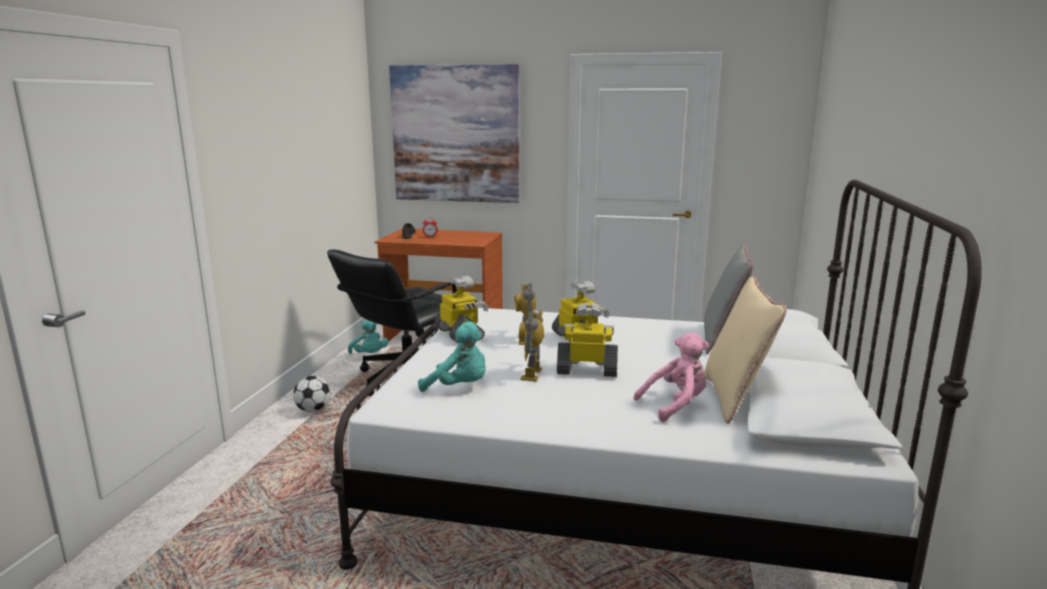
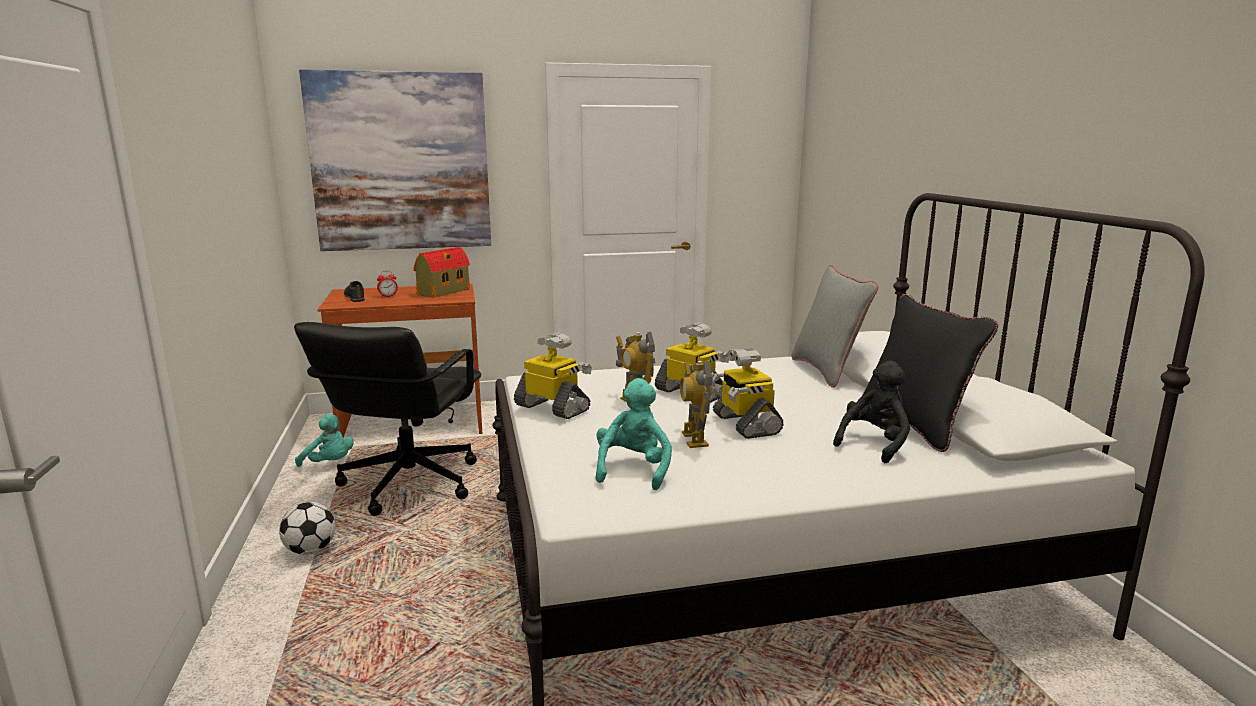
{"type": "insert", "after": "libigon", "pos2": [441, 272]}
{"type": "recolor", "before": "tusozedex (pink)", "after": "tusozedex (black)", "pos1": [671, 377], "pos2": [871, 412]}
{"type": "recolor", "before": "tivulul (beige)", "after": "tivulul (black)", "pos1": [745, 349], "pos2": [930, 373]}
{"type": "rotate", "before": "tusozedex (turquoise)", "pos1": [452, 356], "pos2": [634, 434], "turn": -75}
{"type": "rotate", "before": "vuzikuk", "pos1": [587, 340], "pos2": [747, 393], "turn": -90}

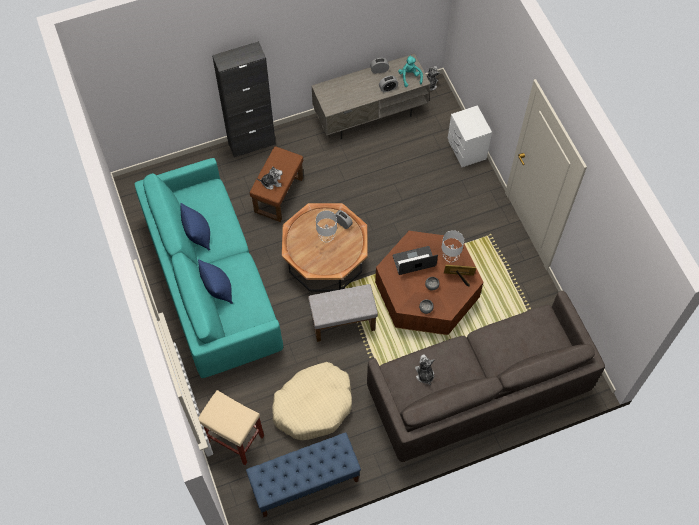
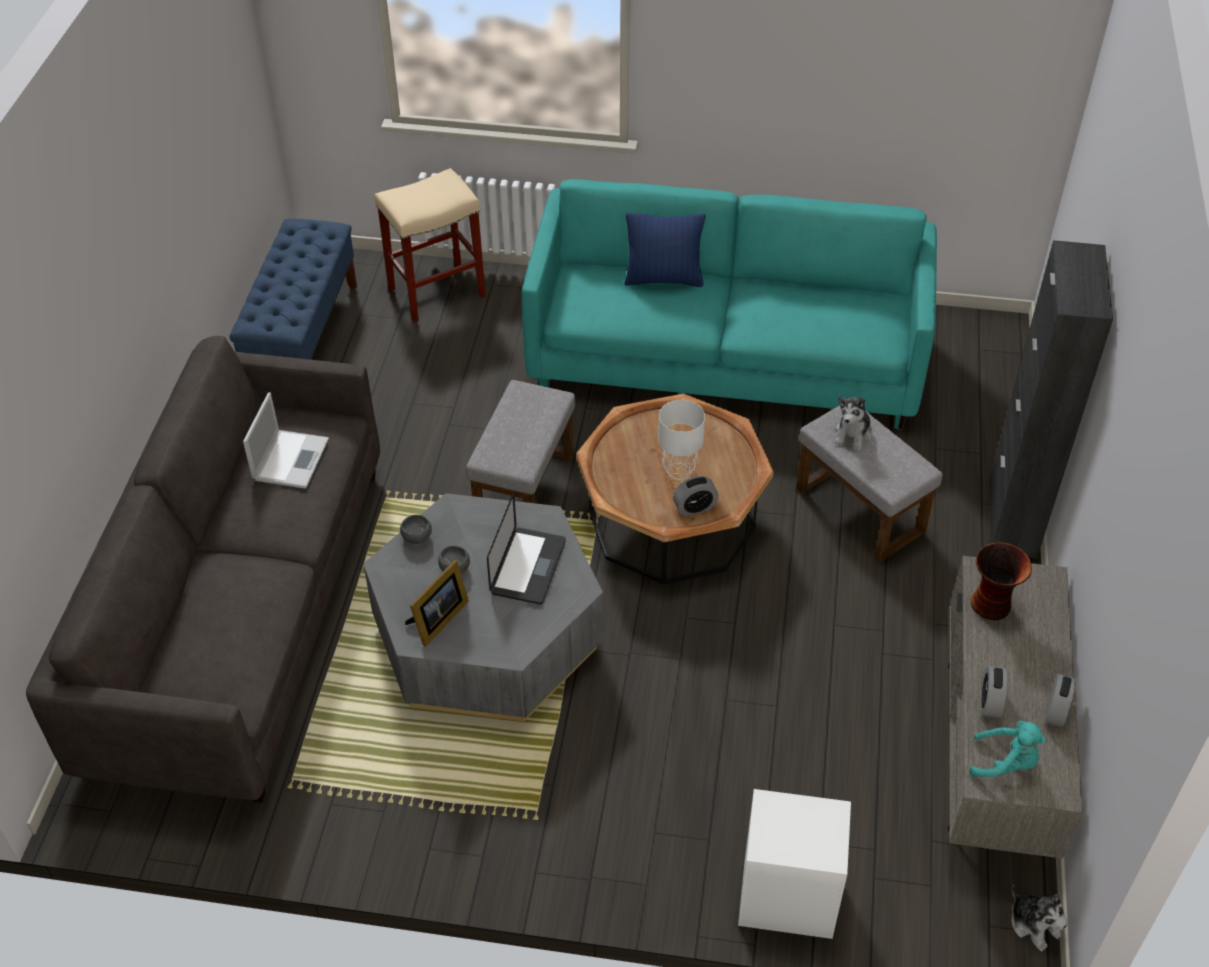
{"type": "delete", "before": "tivulul (blue)", "pos1": [195, 226]}
{"type": "delete", "before": "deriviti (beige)", "pos1": [312, 401]}
{"type": "delete", "before": "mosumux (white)", "pos1": [453, 246]}
{"type": "insert", "after": "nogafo", "pos2": [1001, 582]}
{"type": "replace", "before": "tusozedex", "after": "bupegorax", "pos1": [425, 369], "pos2": [286, 440]}
{"type": "recolor", "before": "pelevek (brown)", "after": "pelevek (grey)", "pos1": [276, 184], "pos2": [869, 483]}
{"type": "recolor", "before": "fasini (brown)", "after": "fasini (grey)", "pos1": [429, 283], "pos2": [483, 607]}

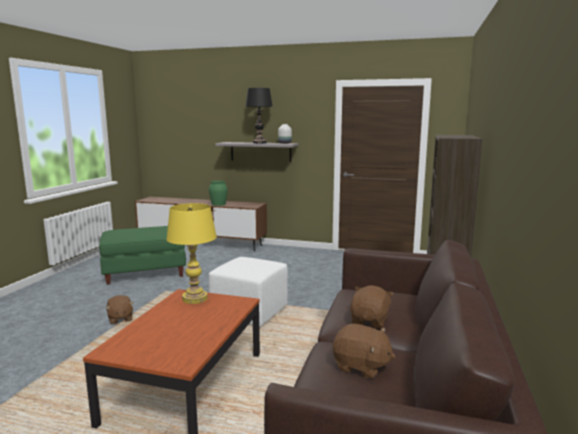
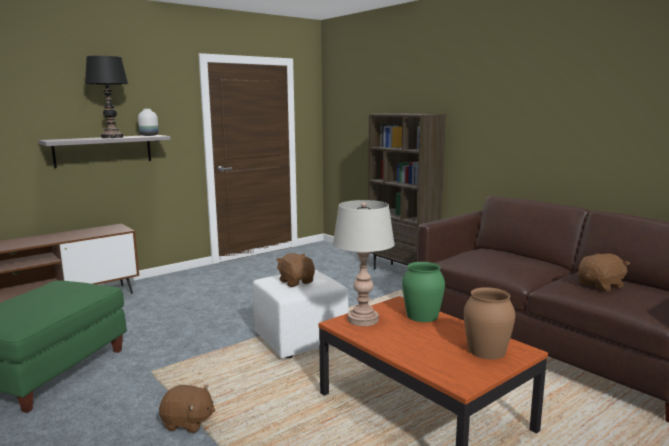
{"type": "insert", "after": "nogafo (brown)", "pos2": [489, 323]}
{"type": "move", "before": "nogafo (green)", "pos1": [218, 193], "pos2": [423, 292]}
{"type": "move", "before": "tusozedex (brown)", "pos1": [372, 307], "pos2": [295, 270]}
{"type": "recolor", "before": "mosumux (yellow)", "after": "mosumux (grey)", "pos1": [191, 253], "pos2": [364, 263]}

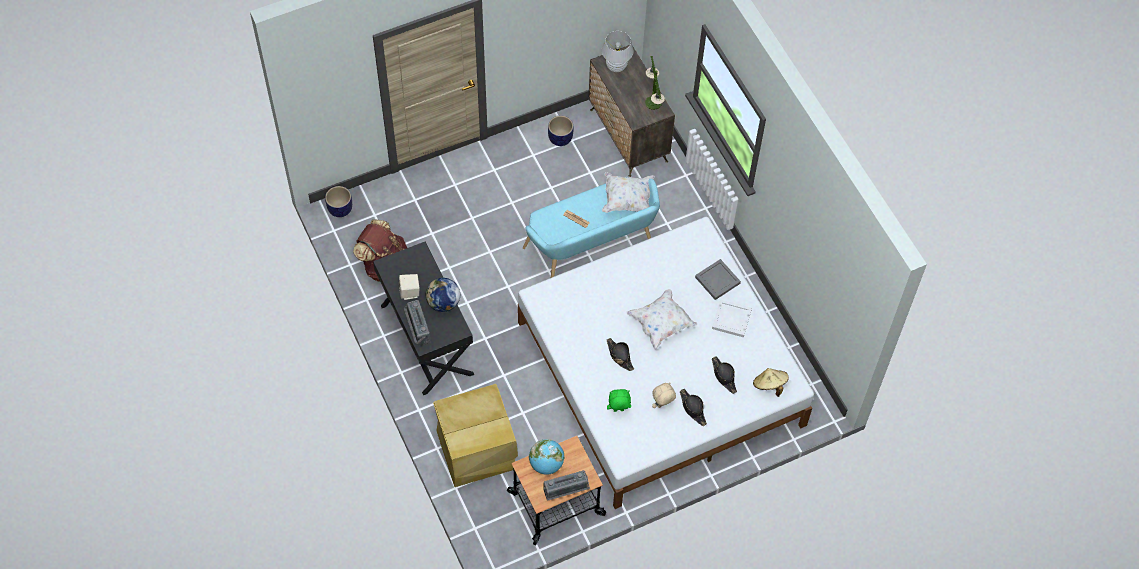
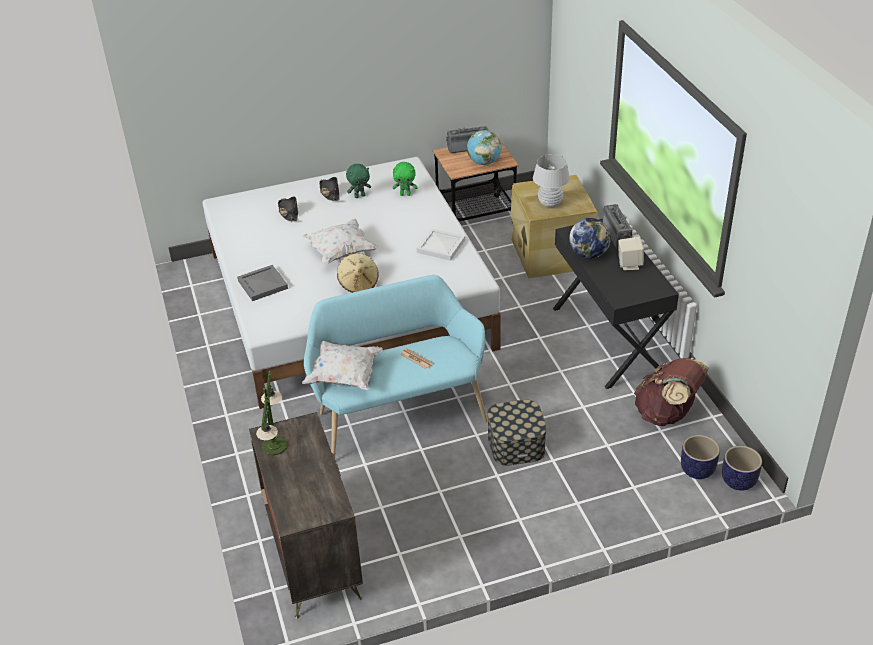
{"type": "delete", "before": "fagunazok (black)", "pos1": [620, 354]}
{"type": "insert", "after": "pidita", "pos2": [517, 433]}
{"type": "move", "before": "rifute", "pos1": [561, 131], "pos2": [700, 457]}
{"type": "move", "before": "mosumux (white)", "pos1": [617, 51], "pos2": [551, 180]}
{"type": "move", "before": "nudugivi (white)", "pos1": [732, 318], "pos2": [440, 244]}
{"type": "move", "before": "fagunazok (beige)", "pos1": [771, 382], "pos2": [358, 273]}
{"type": "recolor", "before": "tusozedex (beige)", "after": "tusozedex (green)", "pos1": [664, 395], "pos2": [358, 181]}

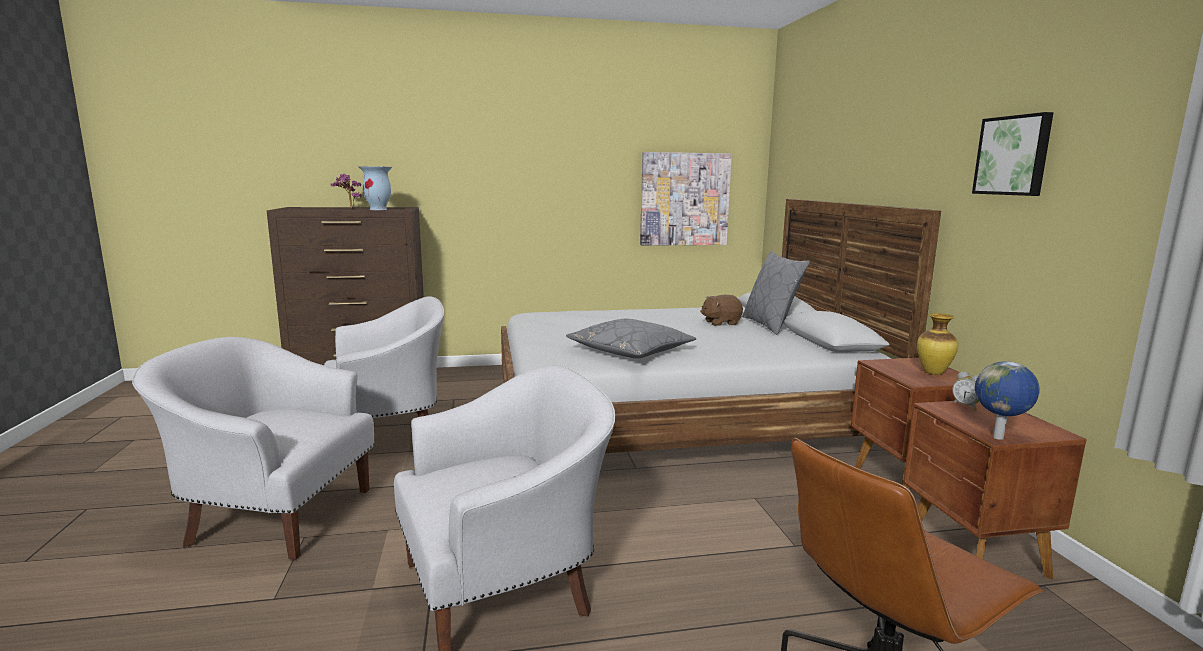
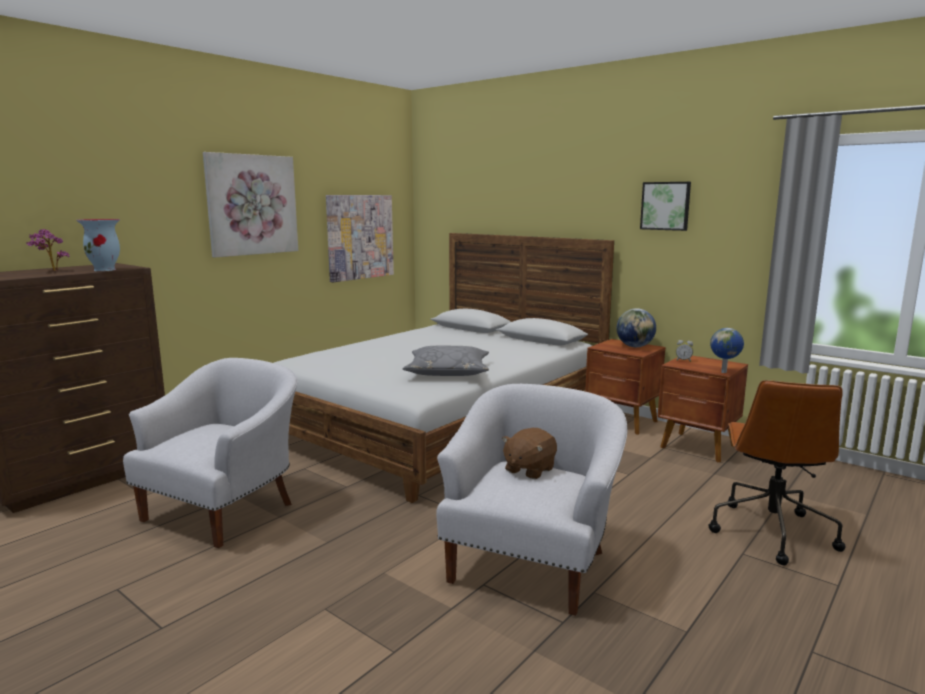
{"type": "delete", "before": "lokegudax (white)", "pos1": [253, 448]}
{"type": "delete", "before": "tivulul (grey)", "pos1": [776, 293]}
{"type": "insert", "after": "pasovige", "pos2": [250, 204]}
{"type": "move", "before": "tusozedex (brown)", "pos1": [721, 310], "pos2": [529, 453]}
{"type": "replace", "before": "nogafo", "after": "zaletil", "pos1": [937, 344], "pos2": [636, 327]}

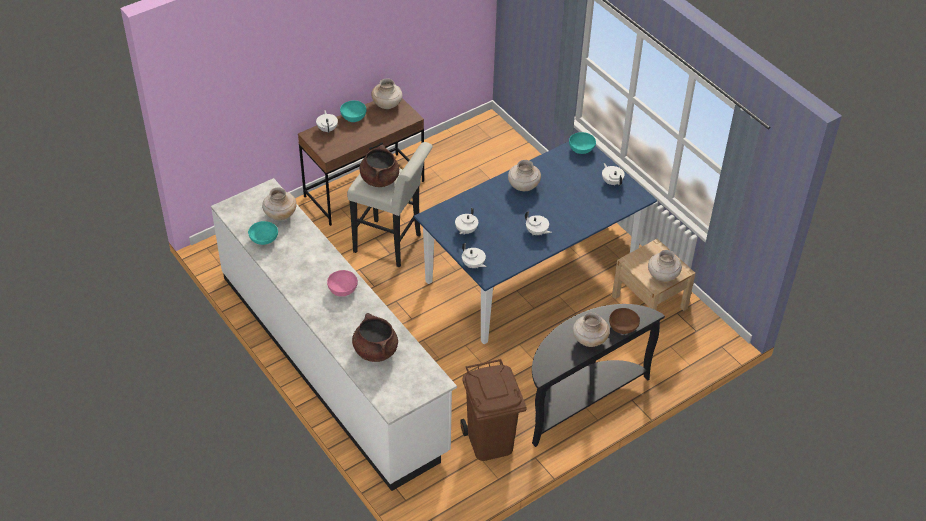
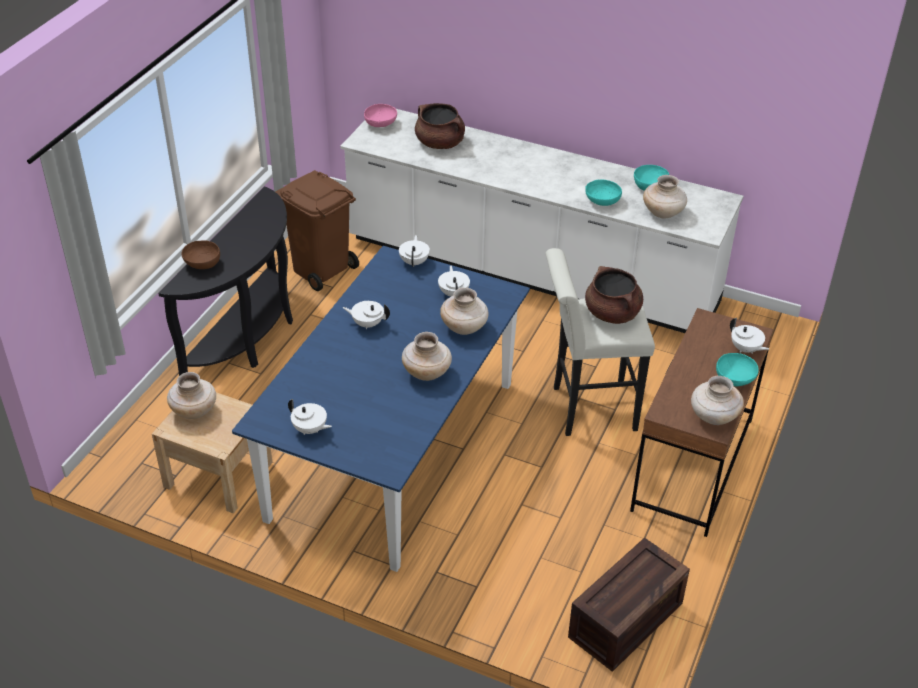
{"type": "insert", "after": "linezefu", "pos2": [629, 605]}
{"type": "move", "before": "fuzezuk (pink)", "pos1": [342, 283], "pos2": [380, 115]}
{"type": "move", "before": "fuzezuk (turquoise)", "pos1": [582, 143], "pos2": [603, 193]}
{"type": "move", "before": "nogafo (beige)", "pos1": [591, 329], "pos2": [464, 311]}
{"type": "rotate", "before": "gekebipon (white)", "pos1": [474, 256], "pos2": [414, 251], "turn": 75}

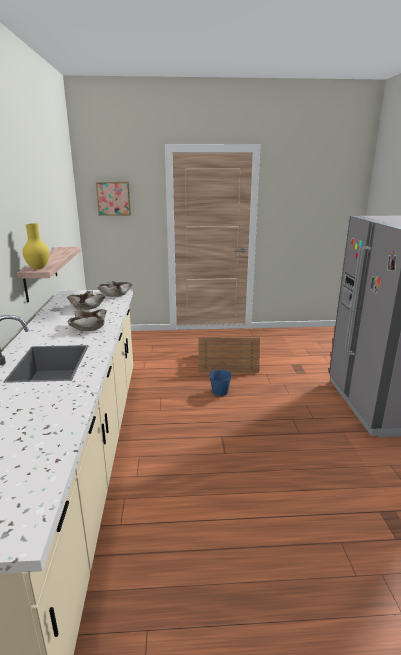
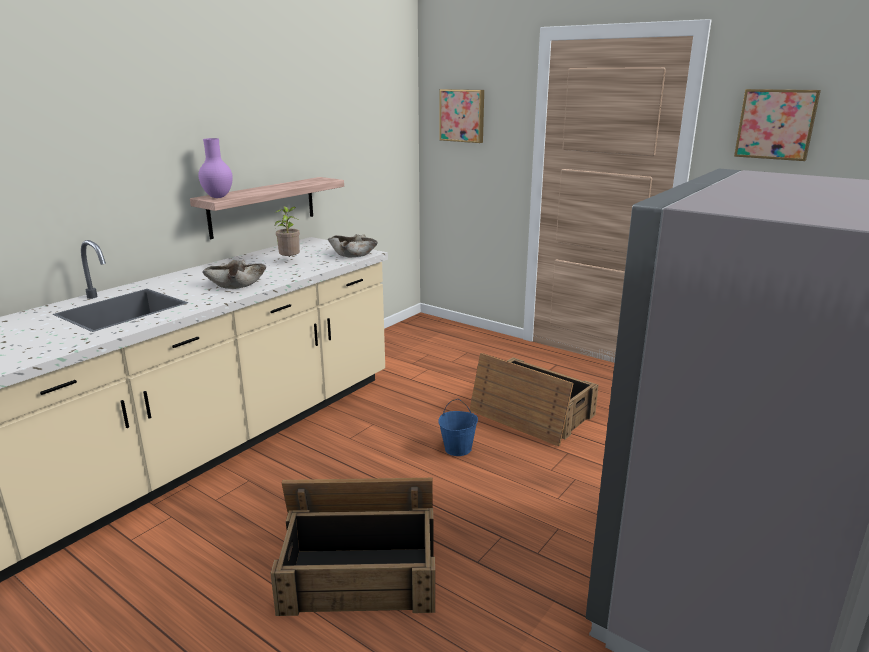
{"type": "insert", "after": "linezefu", "pos2": [352, 547]}
{"type": "insert", "after": "pasovige", "pos2": [777, 125]}
{"type": "replace", "before": "fuzezuk (beige)", "after": "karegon", "pos1": [86, 300], "pos2": [287, 231]}
{"type": "recolor", "before": "nogafo (yellow)", "after": "nogafo (purple)", "pos1": [35, 246], "pos2": [215, 168]}

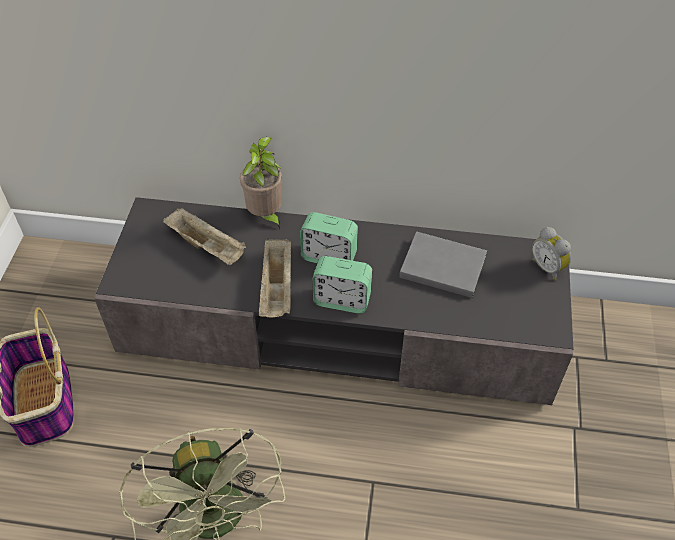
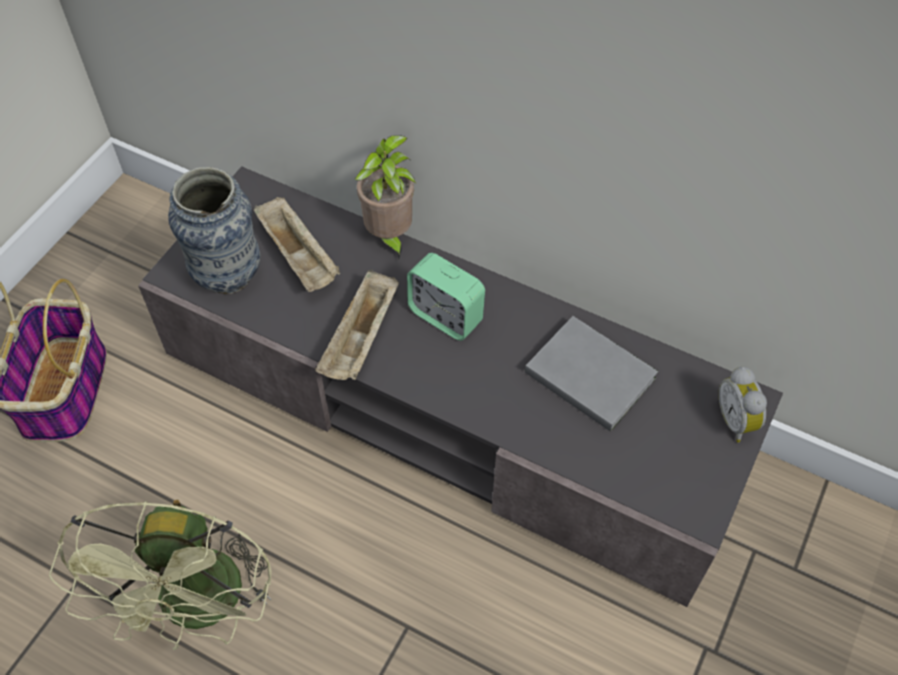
{"type": "delete", "before": "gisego", "pos1": [342, 285]}
{"type": "insert", "after": "nogafo", "pos2": [214, 230]}

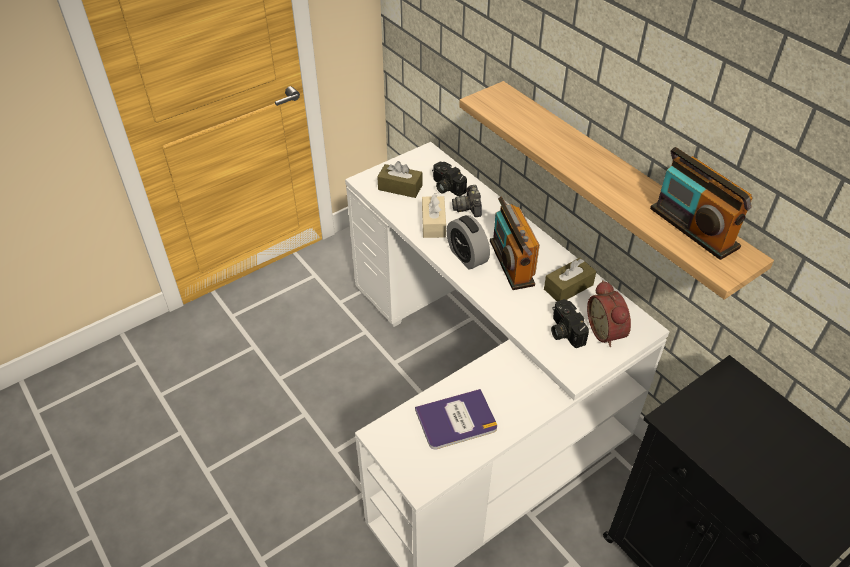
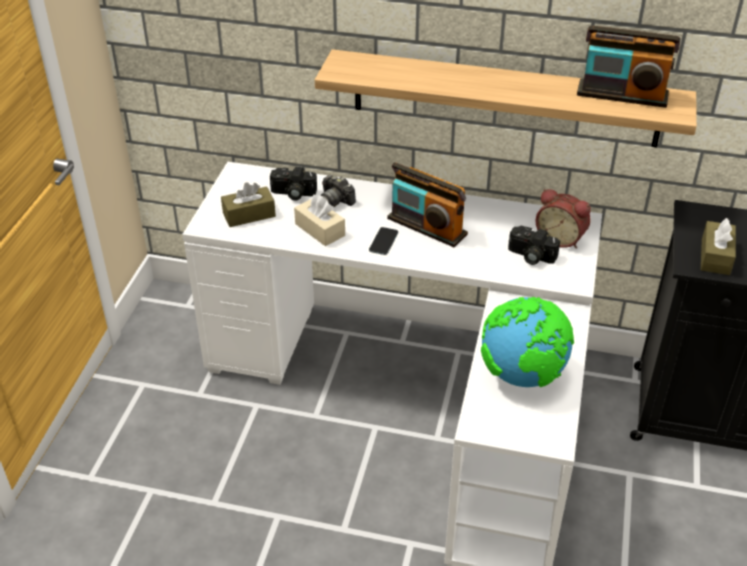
{"type": "move", "before": "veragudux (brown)", "pos1": [570, 279], "pos2": [718, 246]}
{"type": "replace", "before": "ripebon", "after": "zaletil", "pos1": [456, 419], "pos2": [527, 342]}
{"type": "replace", "before": "gisego", "after": "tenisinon", "pos1": [468, 242], "pos2": [383, 241]}

